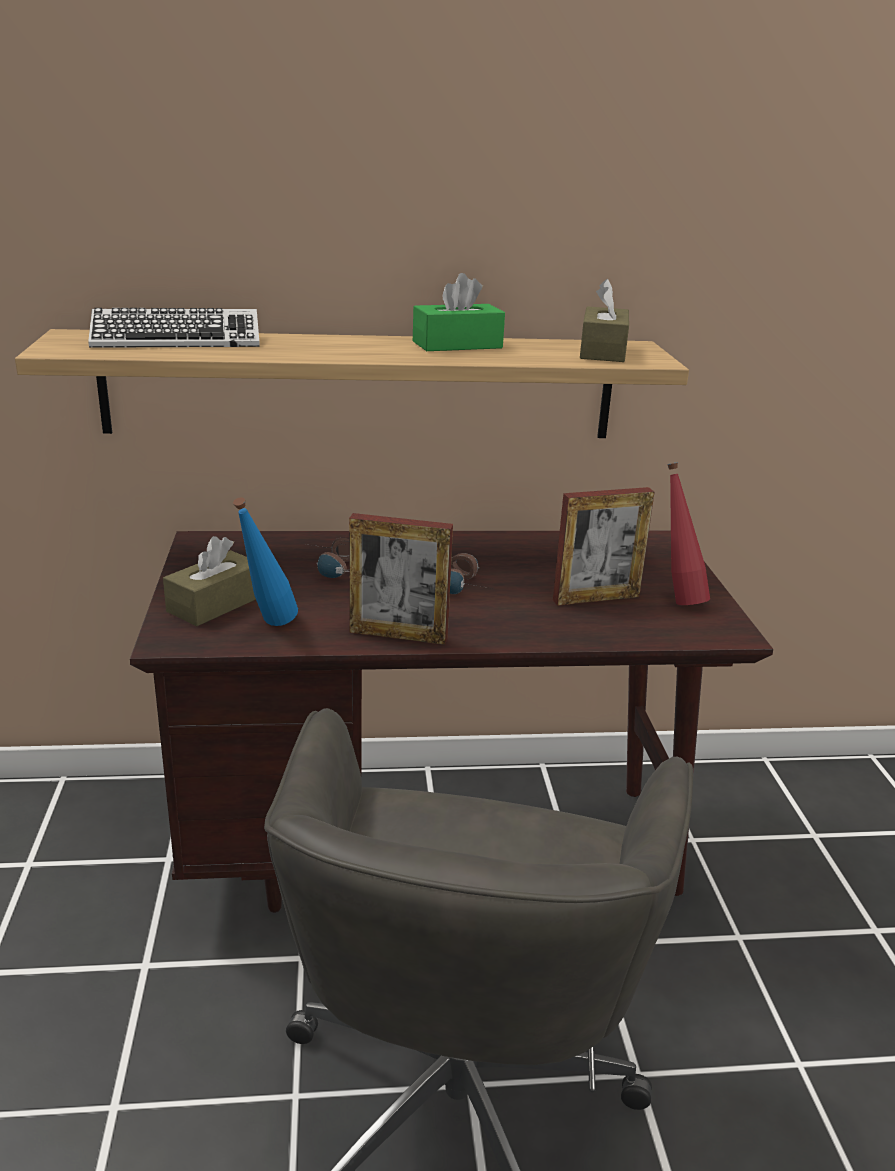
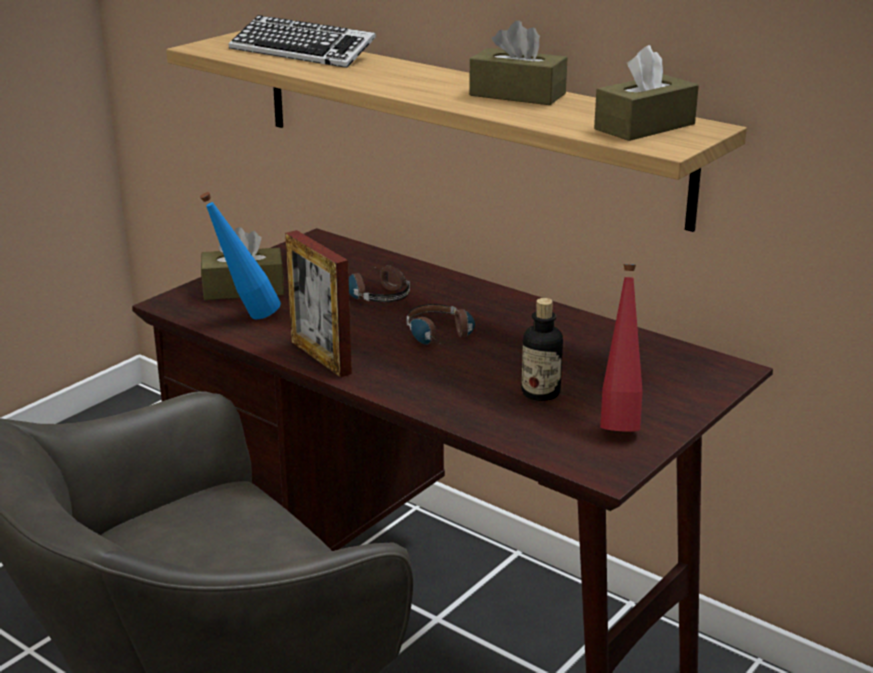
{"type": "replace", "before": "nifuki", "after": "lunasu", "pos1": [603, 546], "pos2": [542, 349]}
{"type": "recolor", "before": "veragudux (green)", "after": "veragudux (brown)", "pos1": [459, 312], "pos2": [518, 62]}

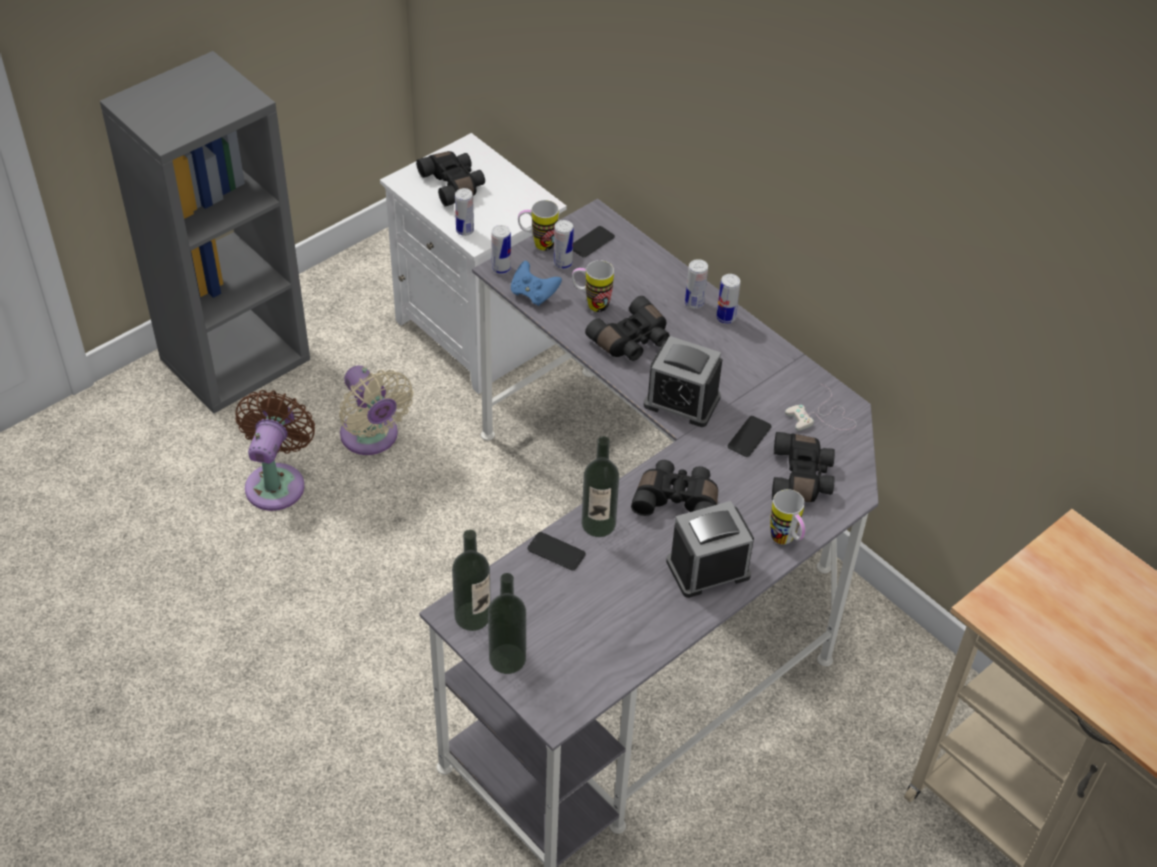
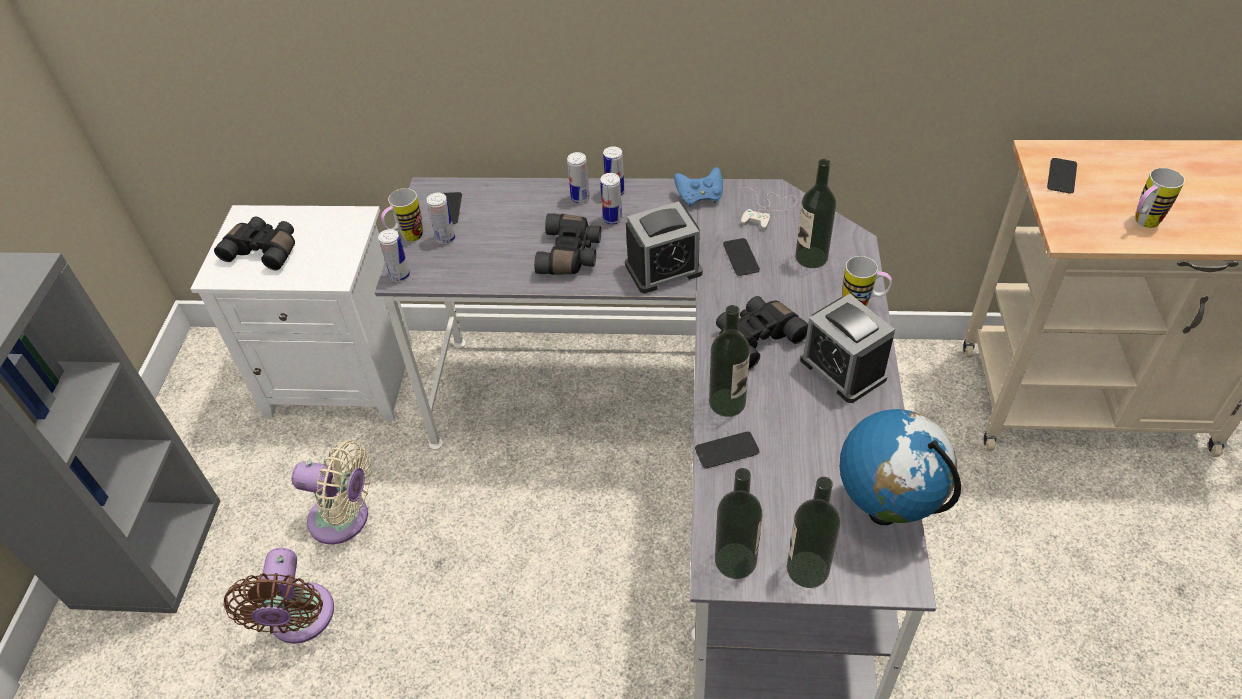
{"type": "insert", "after": "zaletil", "pos2": [900, 467]}
{"type": "insert", "after": "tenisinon", "pos2": [1062, 176]}
{"type": "move", "before": "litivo", "pos1": [464, 212], "pos2": [611, 199]}
{"type": "move", "before": "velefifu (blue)", "pos1": [536, 283], "pos2": [698, 187]}
{"type": "move", "before": "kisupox", "pos1": [593, 286], "pos2": [1160, 198]}
{"type": "replace", "before": "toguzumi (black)", "after": "lunasu", "pos1": [803, 467], "pos2": [815, 213]}
{"type": "rotate", "before": "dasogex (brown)", "pos1": [275, 450], "pos2": [278, 596], "turn": -150}
{"type": "rotate", "before": "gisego", "pos1": [710, 549], "pos2": [847, 348], "turn": -60}

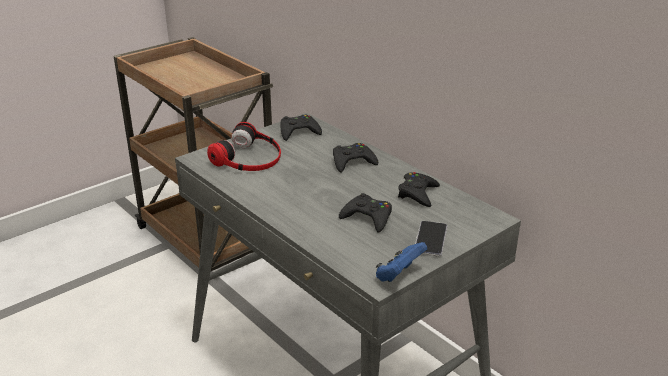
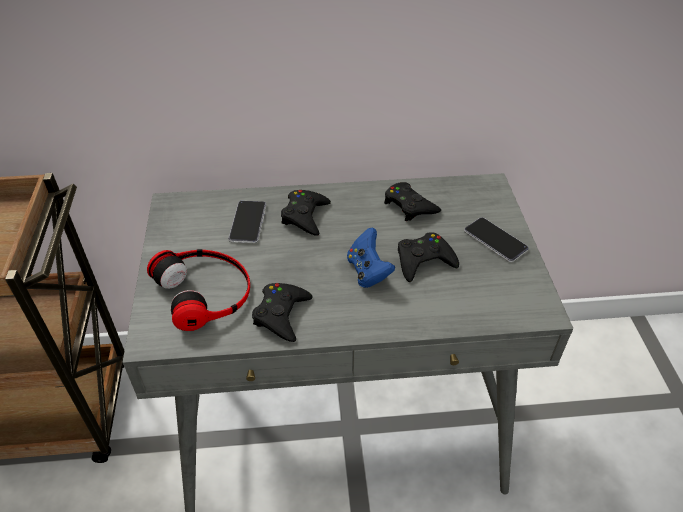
{"type": "insert", "after": "tenisinon", "pos2": [247, 222]}
{"type": "move", "before": "velefifu (black)", "pos1": [301, 128], "pos2": [282, 312]}
{"type": "move", "before": "velefifu (blue)", "pos1": [401, 262], "pos2": [371, 258]}

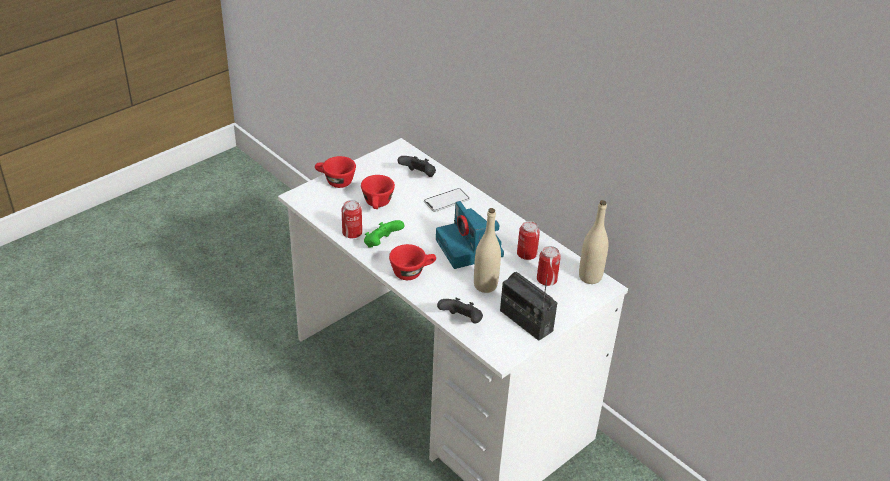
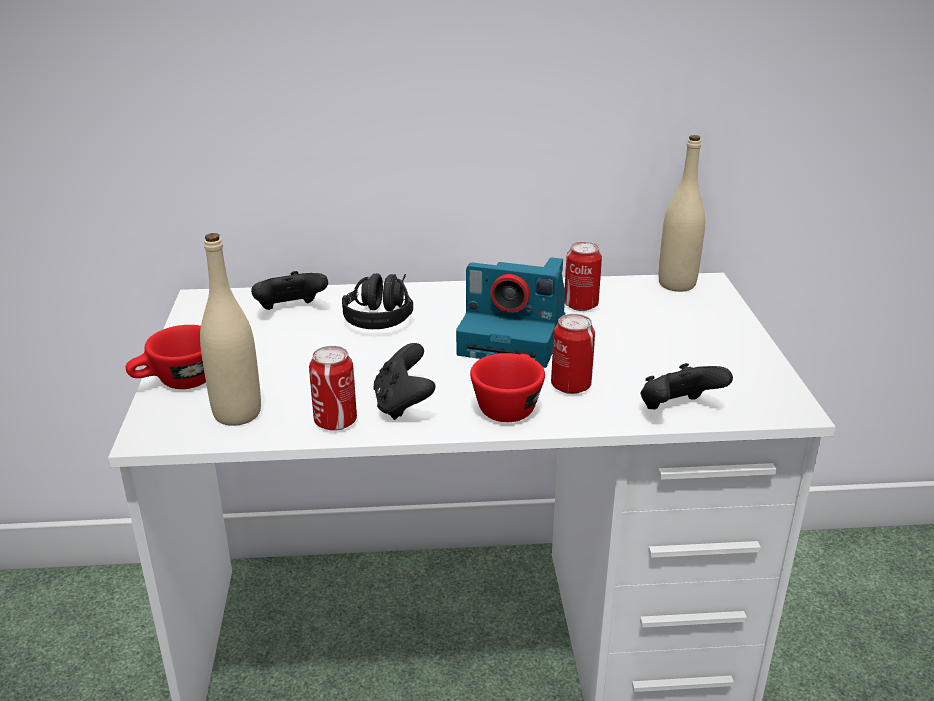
{"type": "delete", "before": "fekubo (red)", "pos1": [378, 192]}
{"type": "delete", "before": "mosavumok", "pos1": [528, 306]}
{"type": "move", "before": "lunasu (beige)", "pos1": [487, 250], "pos2": [230, 329]}
{"type": "move", "before": "litivo", "pos1": [549, 266], "pos2": [573, 354]}
{"type": "replace", "before": "tenisinon", "after": "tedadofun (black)", "pos1": [447, 200], "pos2": [377, 301]}
{"type": "recolor", "before": "velefifu (green)", "after": "velefifu (black)", "pos1": [384, 234], "pos2": [404, 381]}

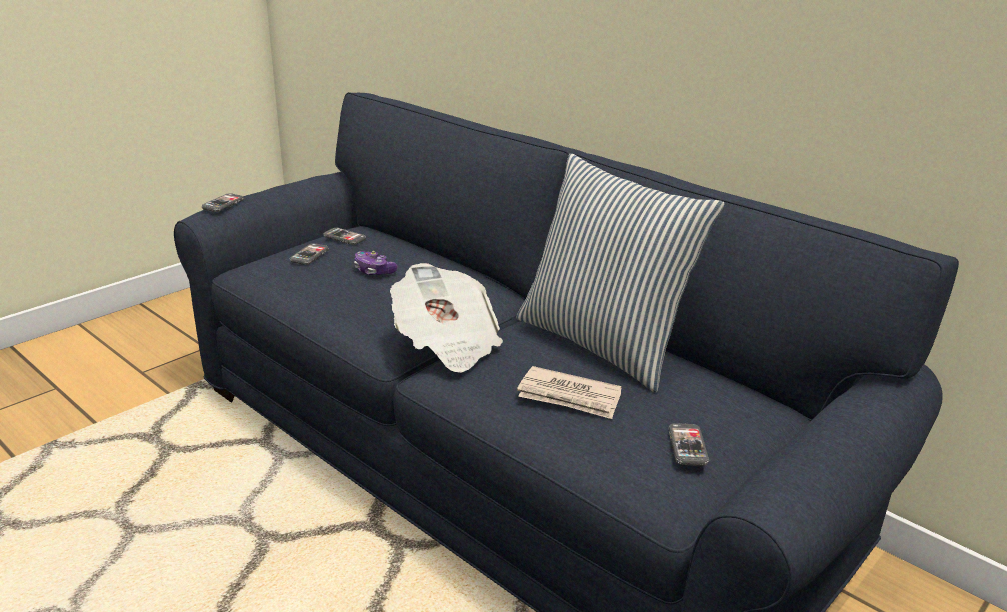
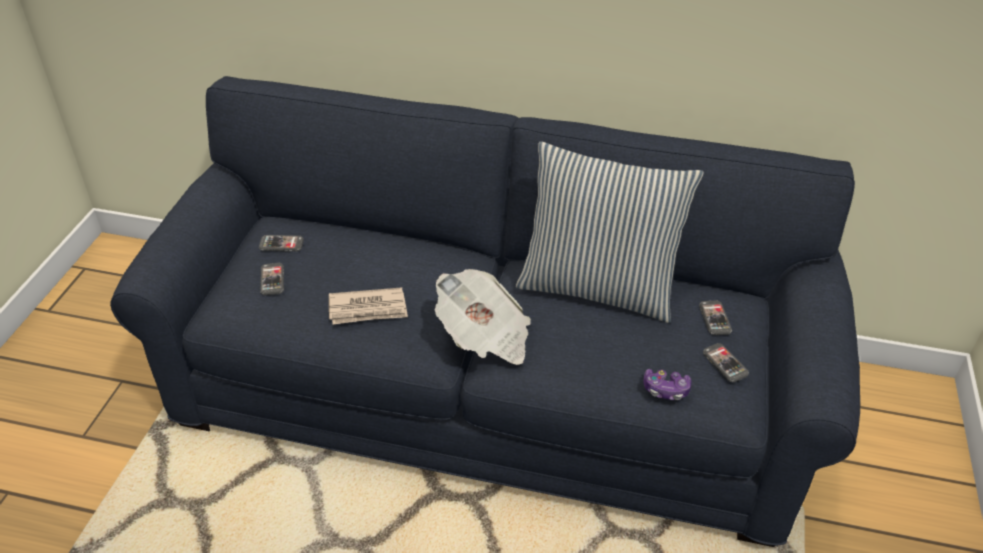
{"type": "move", "before": "tenisinon", "pos1": [223, 202], "pos2": [715, 317]}
{"type": "move", "before": "velefifu", "pos1": [375, 263], "pos2": [667, 384]}
{"type": "move", "before": "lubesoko", "pos1": [569, 392], "pos2": [368, 305]}

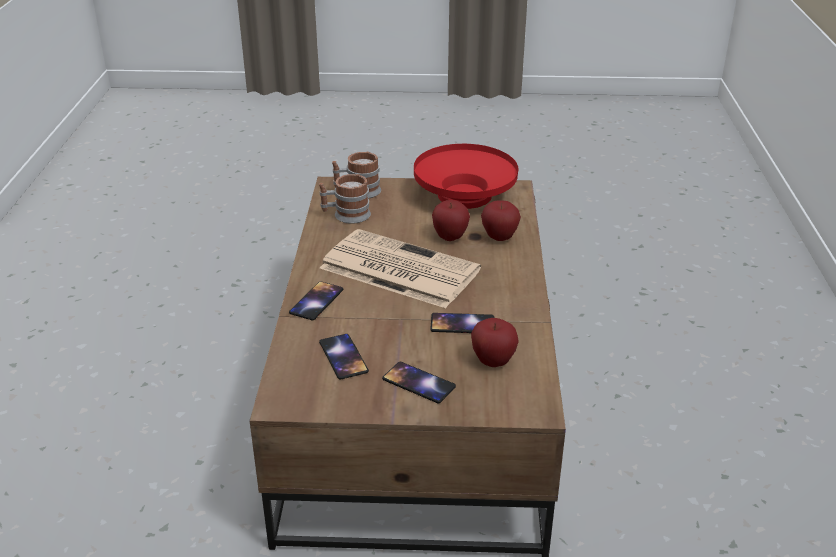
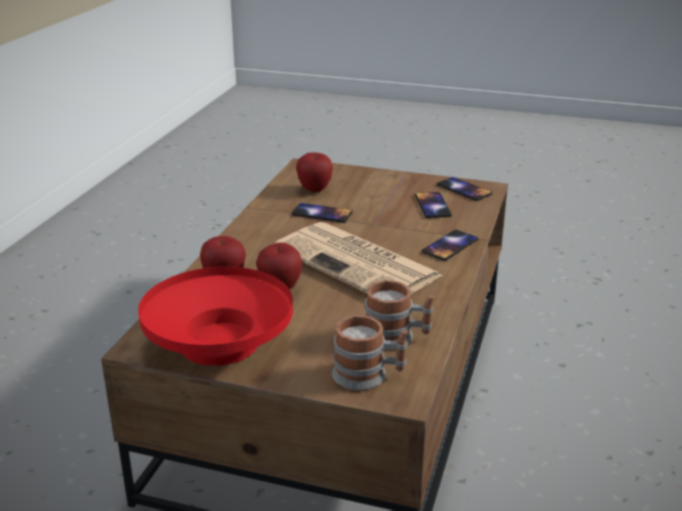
{"type": "move", "before": "tenisinon", "pos1": [419, 382], "pos2": [465, 189]}

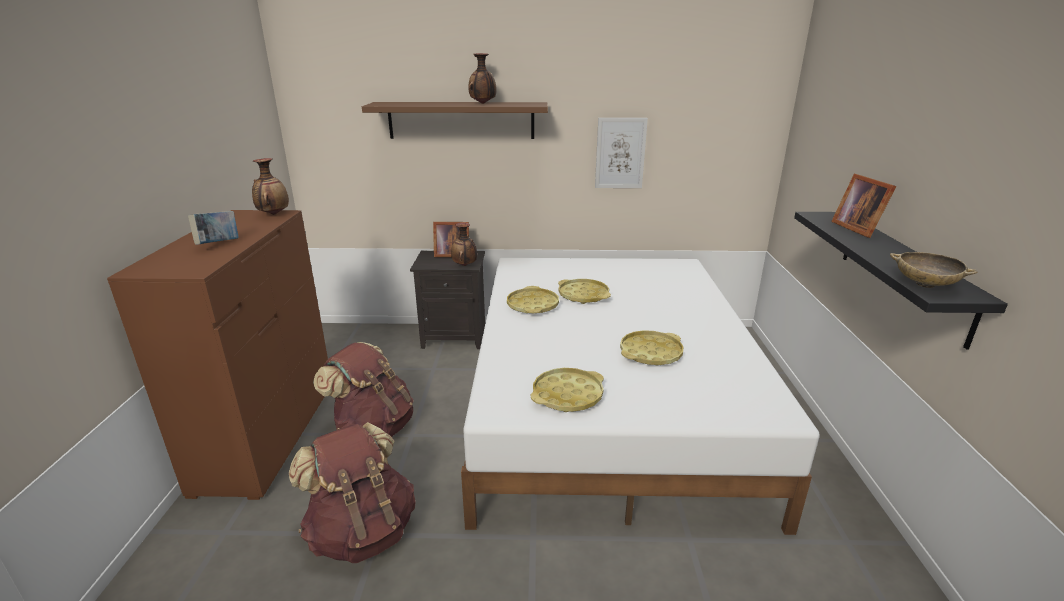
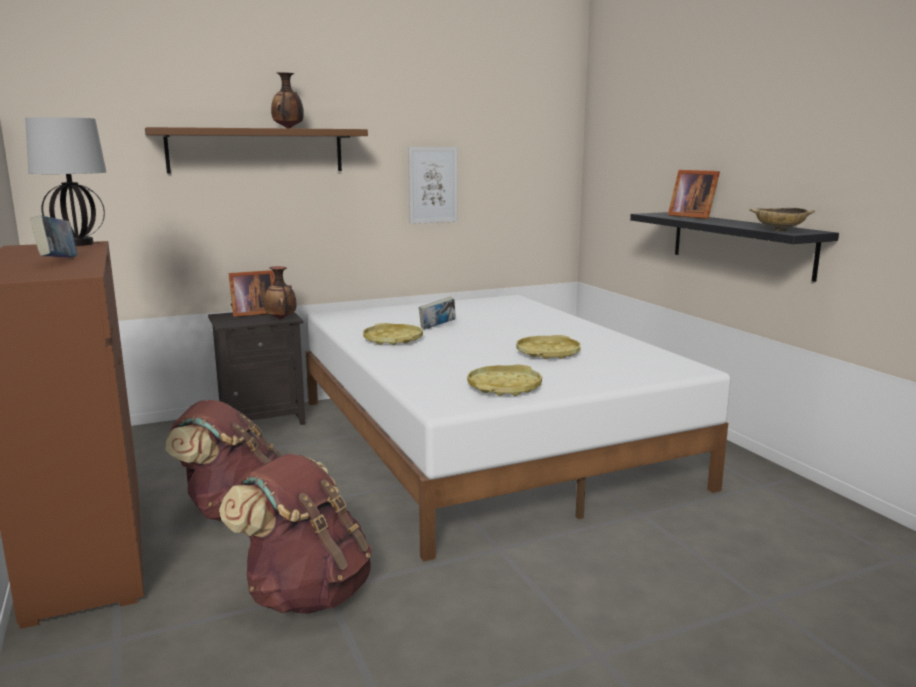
{"type": "replace", "before": "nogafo", "after": "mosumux", "pos1": [270, 186], "pos2": [65, 181]}
{"type": "replace", "before": "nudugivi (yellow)", "after": "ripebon", "pos1": [584, 291], "pos2": [437, 313]}

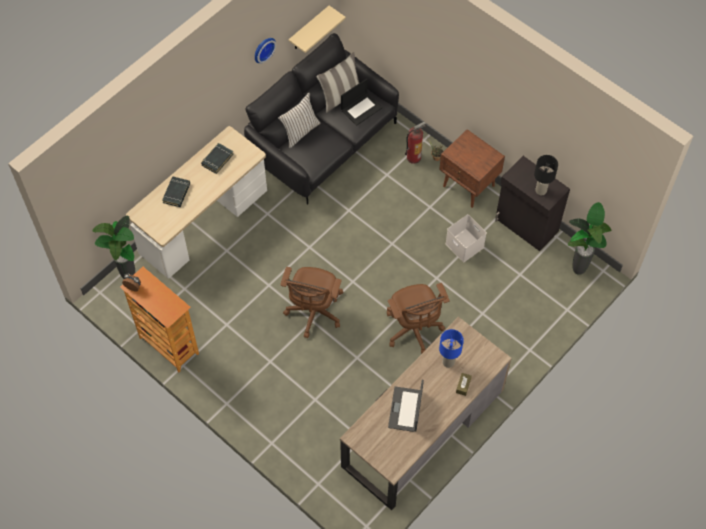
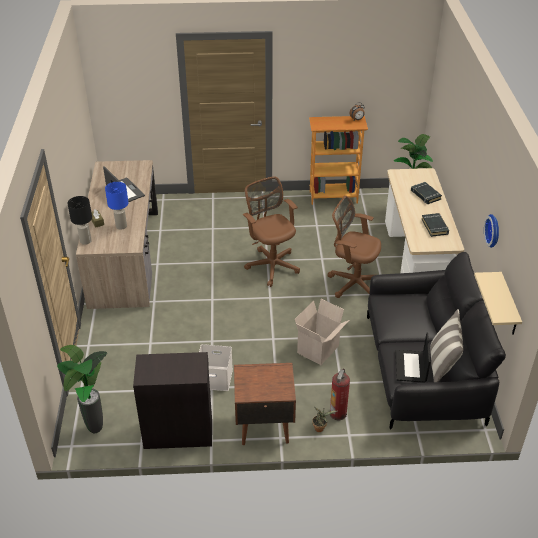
{"type": "delete", "before": "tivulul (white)", "pos1": [299, 120]}
{"type": "insert", "after": "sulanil", "pos2": [322, 332]}
{"type": "move", "before": "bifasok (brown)", "pos1": [418, 318], "pos2": [354, 247]}
{"type": "move", "before": "mosumux (black)", "pos1": [546, 175], "pos2": [79, 220]}

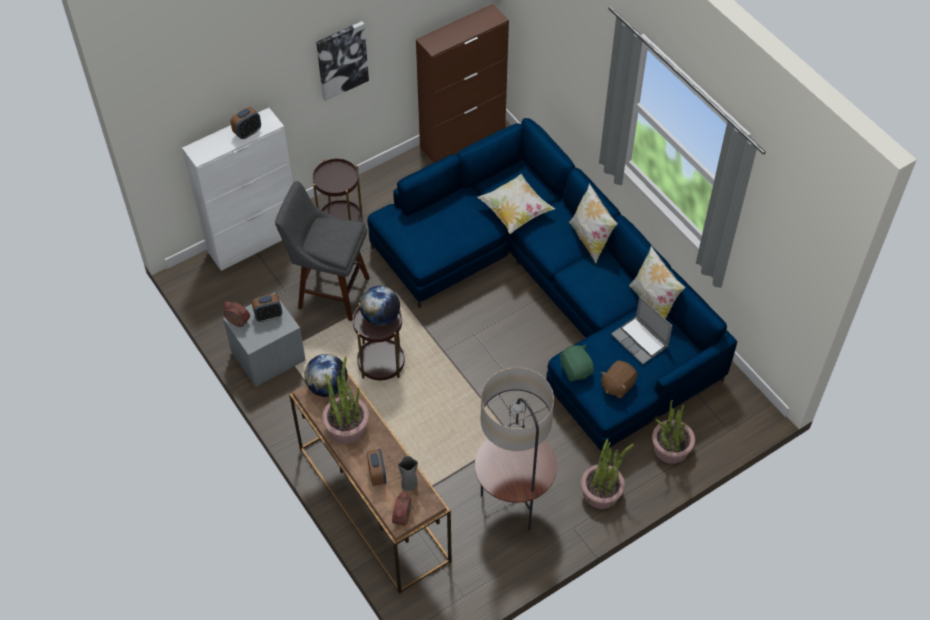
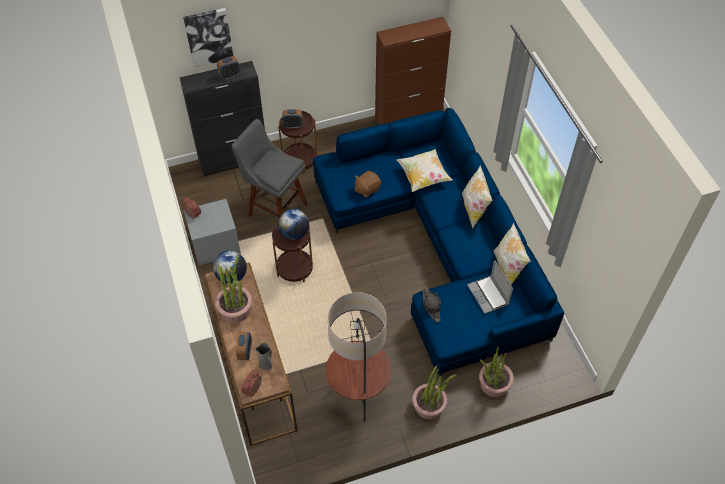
{"type": "move", "before": "gisego", "pos1": [267, 308], "pos2": [292, 119]}
{"type": "move", "before": "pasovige", "pos1": [342, 61], "pos2": [208, 38]}
{"type": "move", "before": "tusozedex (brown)", "pos1": [619, 379], "pos2": [368, 184]}
{"type": "replace", "before": "tusozedex (green)", "after": "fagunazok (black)", "pos1": [576, 363], "pos2": [432, 304]}
{"type": "recolor", "before": "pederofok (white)", "after": "pederofok (black)", "pos1": [237, 189], "pos2": [222, 119]}

